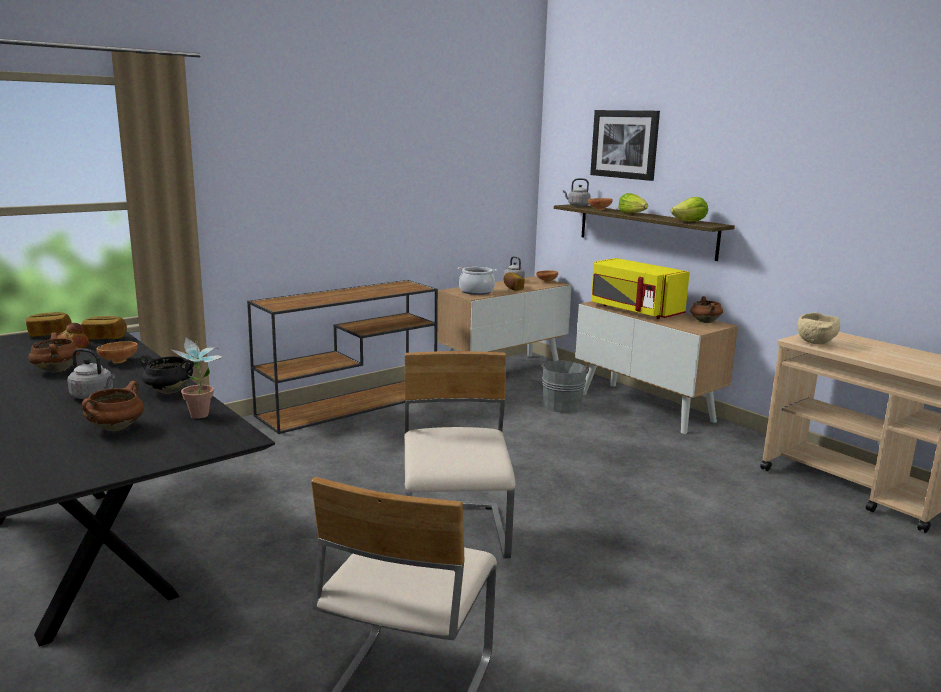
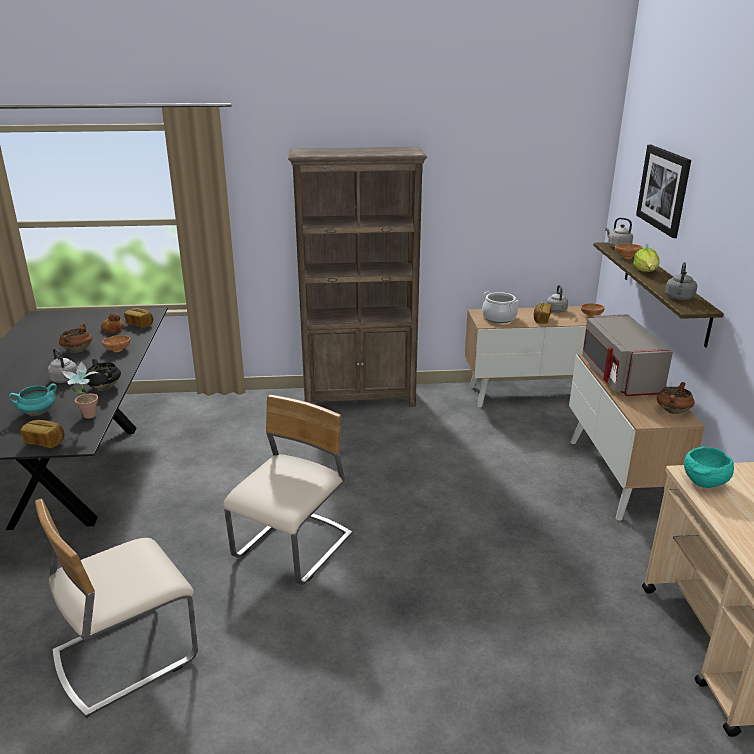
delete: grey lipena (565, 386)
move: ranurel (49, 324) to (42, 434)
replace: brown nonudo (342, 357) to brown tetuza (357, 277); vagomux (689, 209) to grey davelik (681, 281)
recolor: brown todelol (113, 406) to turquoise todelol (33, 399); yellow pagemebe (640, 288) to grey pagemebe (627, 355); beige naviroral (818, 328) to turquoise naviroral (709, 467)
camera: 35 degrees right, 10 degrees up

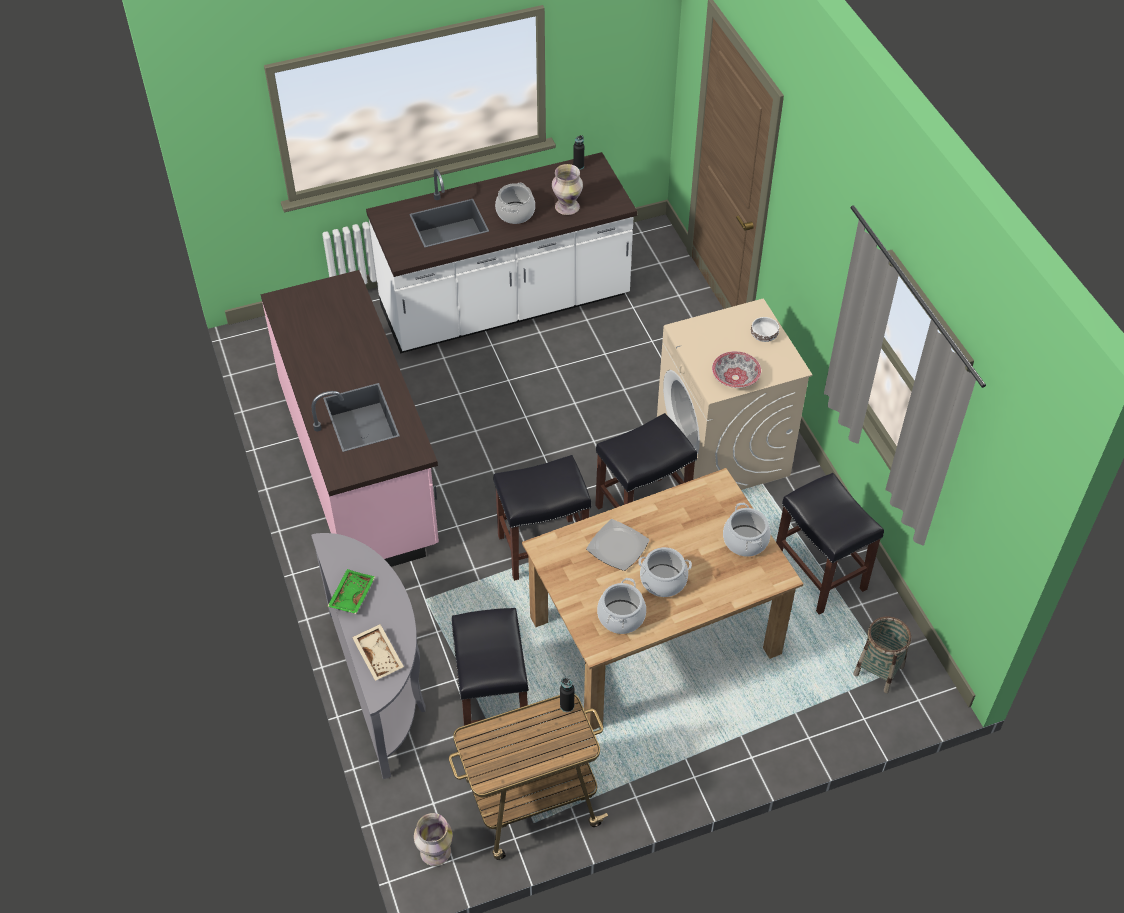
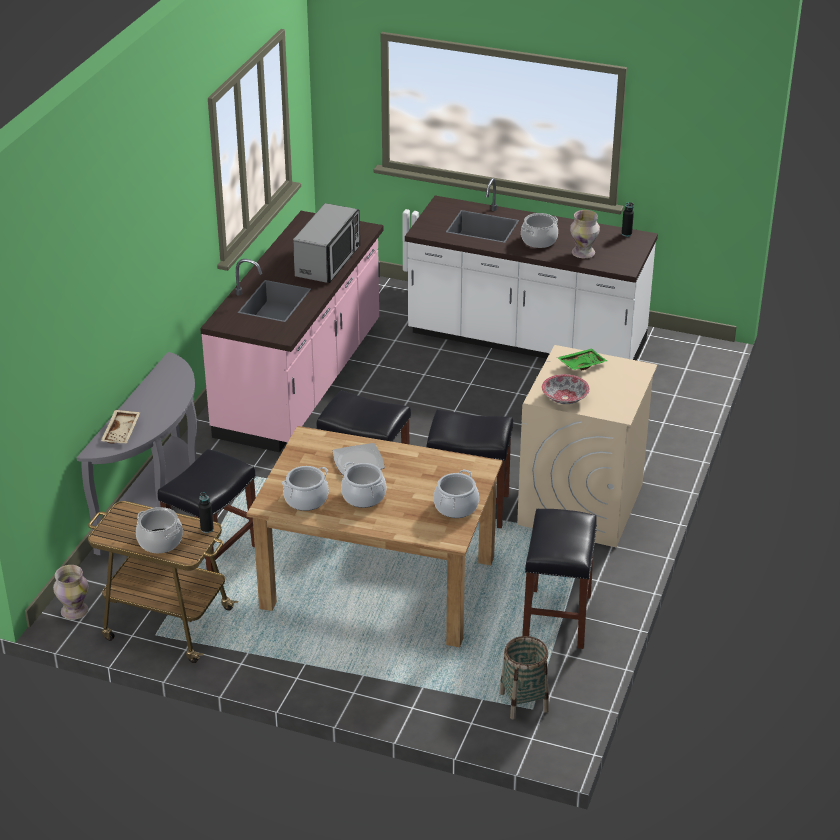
delete: white naviroral (765, 329)
insert: todelol (159, 530); pagemebe (326, 243)
move: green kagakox (351, 591) to (582, 359)
camera: 40 degrees right, 15 degrees down

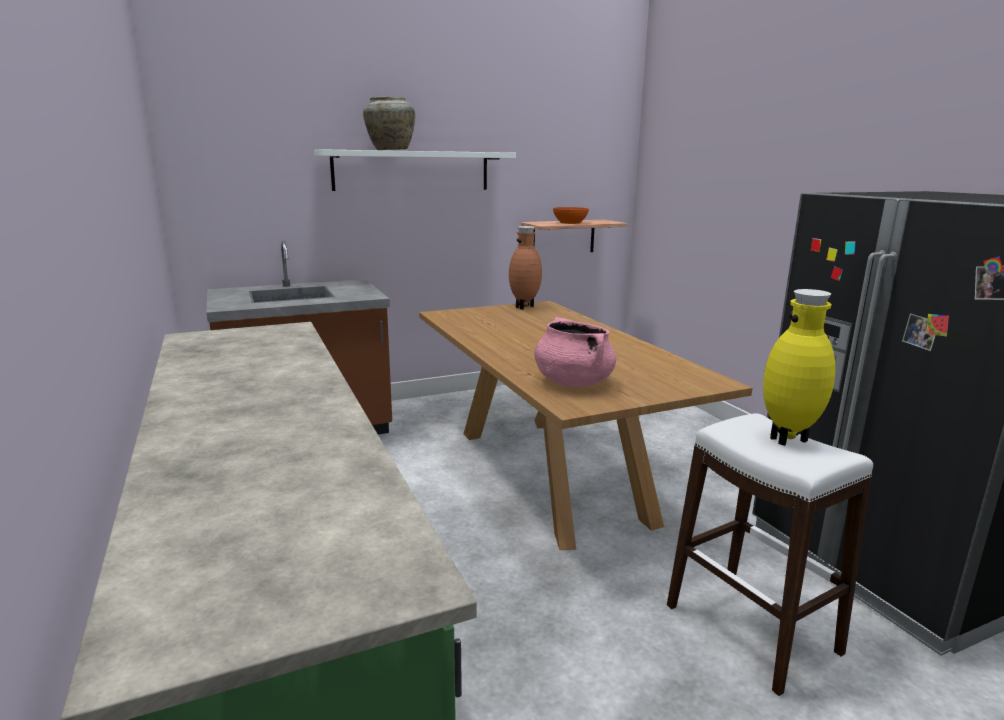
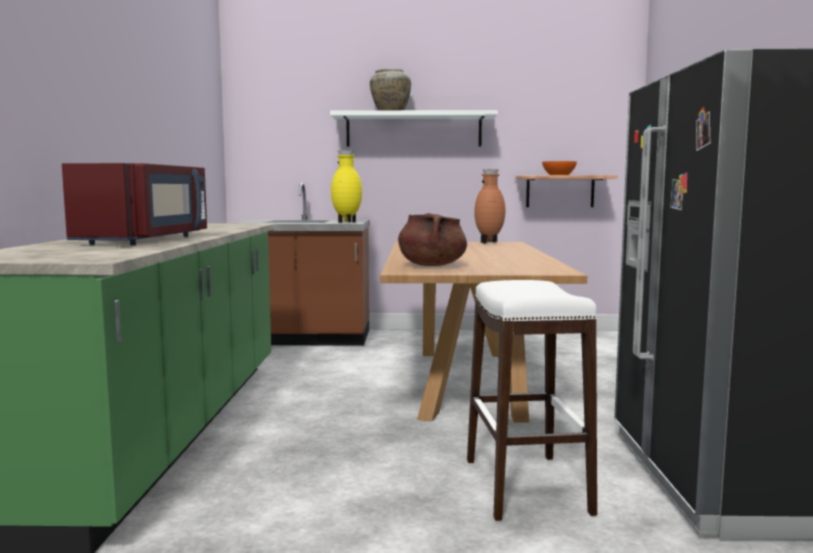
insert: red pagemebe (134, 204)
move: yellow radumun (799, 367) to (346, 186)
recolor: pink todelol (575, 352) to brown todelol (432, 239)
camera: 25 degrees right, 10 degrees down

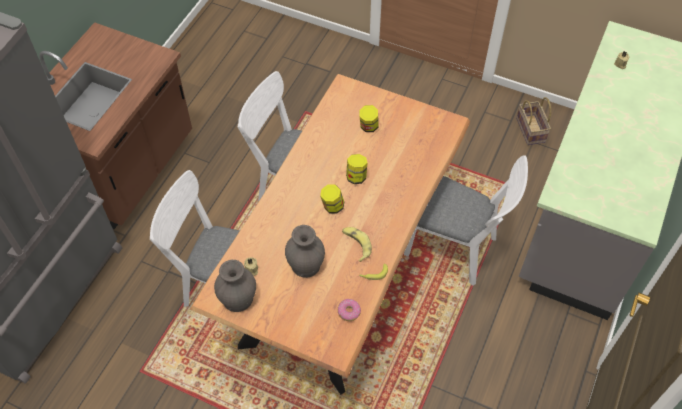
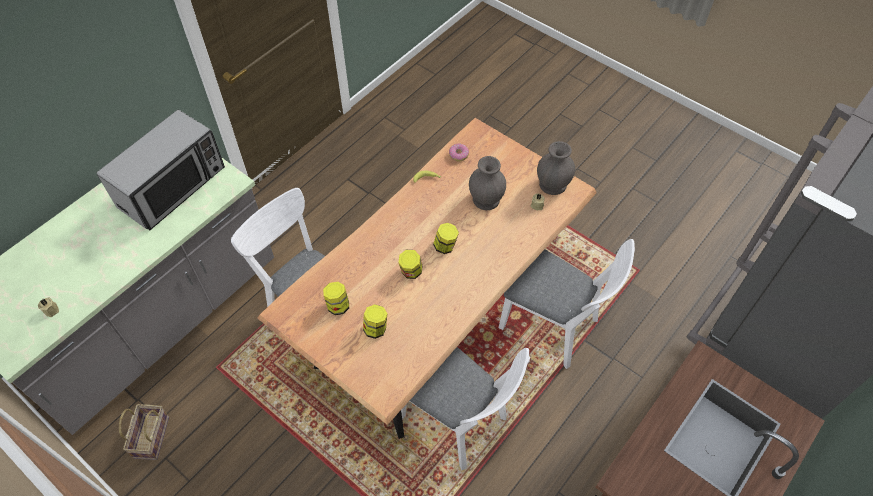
delete: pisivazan (357, 244)
insert: pagemebe (161, 170); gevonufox (336, 298)
camera: 165 degrees left, 0 degrees up

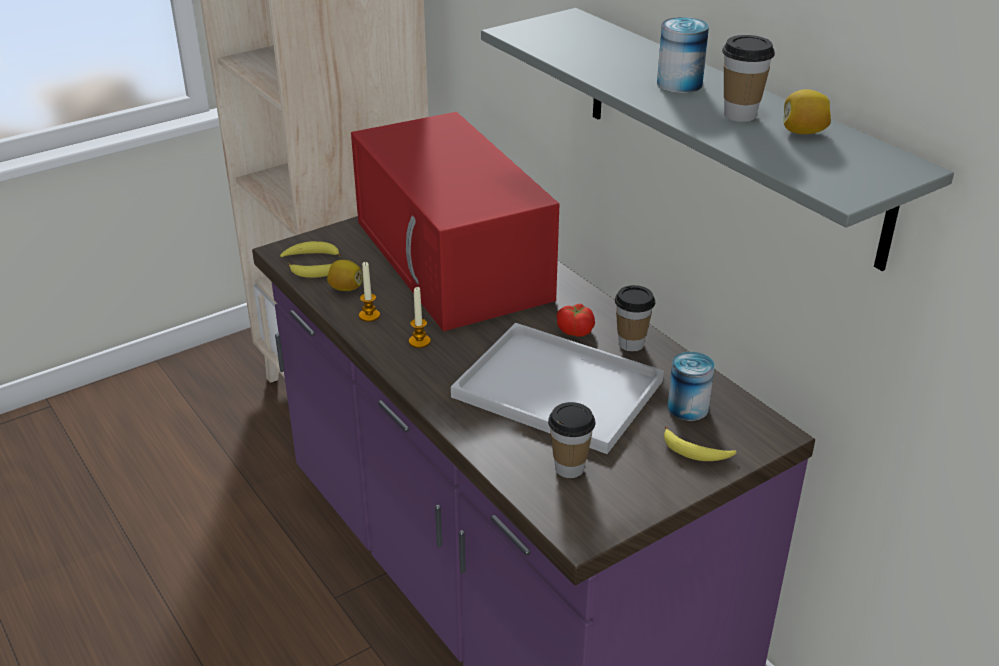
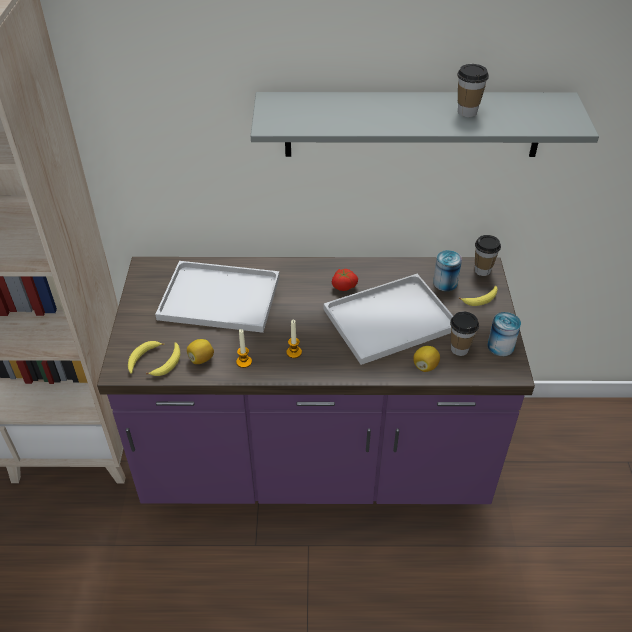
move: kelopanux (635, 318) to (488, 255); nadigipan (683, 55) to (504, 334); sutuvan (807, 111) to (426, 359)
replace: red pagemebe (455, 221) to white kagakox (217, 297)
camera: 55 degrees left, 10 degrees up

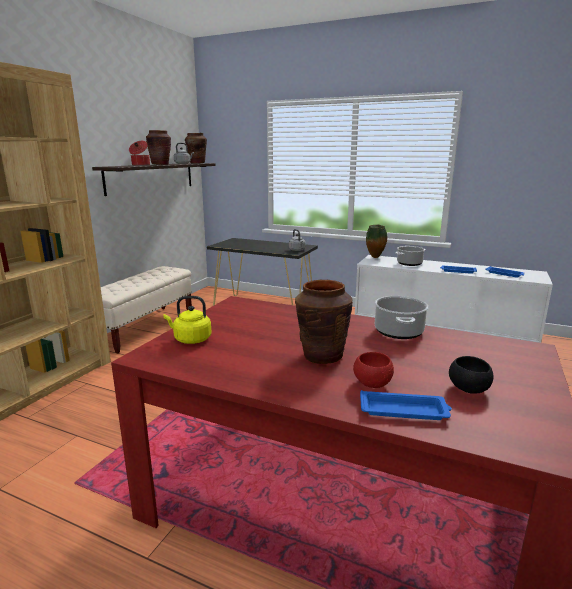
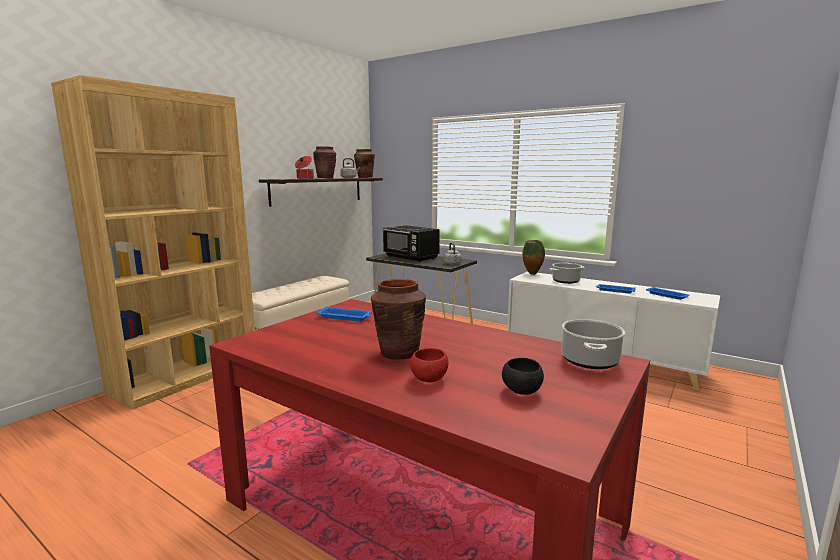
delete: yellow davelik (187, 320)
insert: black pagemebe (411, 243)
move: blue kagakox (406, 405) to (344, 313); todelol (402, 317) to (593, 344)
camera: 10 degrees right, 5 degrees down

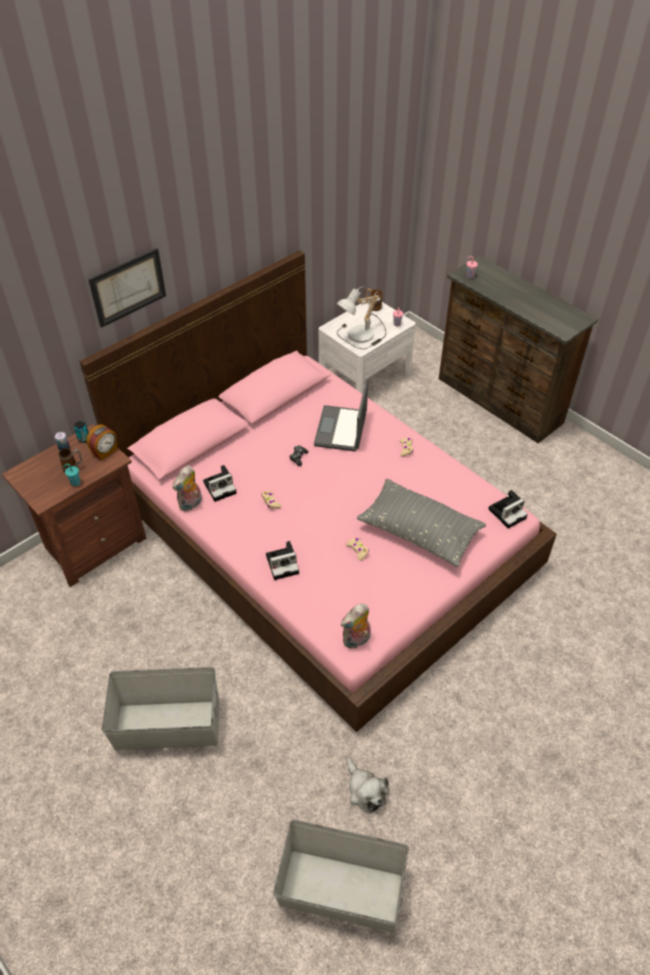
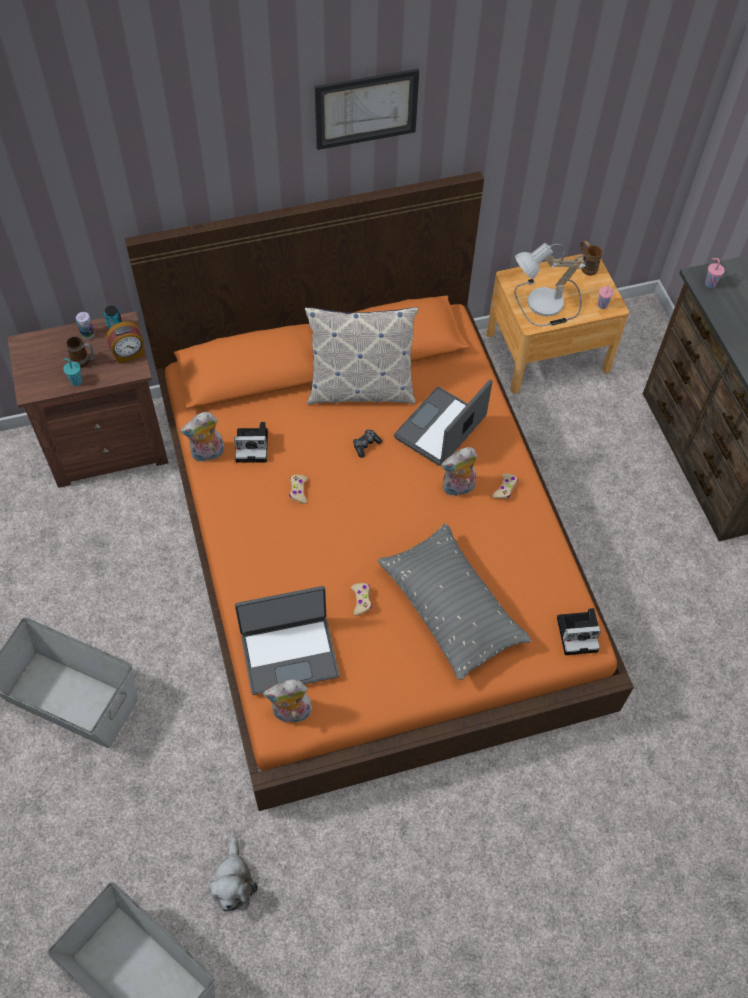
delete: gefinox (282, 560)
insert: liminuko (287, 640); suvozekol (361, 356); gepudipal (459, 472)
move: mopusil (127, 288) to (366, 109)
recolor: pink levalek (318, 491) to orange levalek (379, 491); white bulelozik (367, 348) to brown bulelozik (557, 324)
camera: 25 degrees right, 10 degrees up

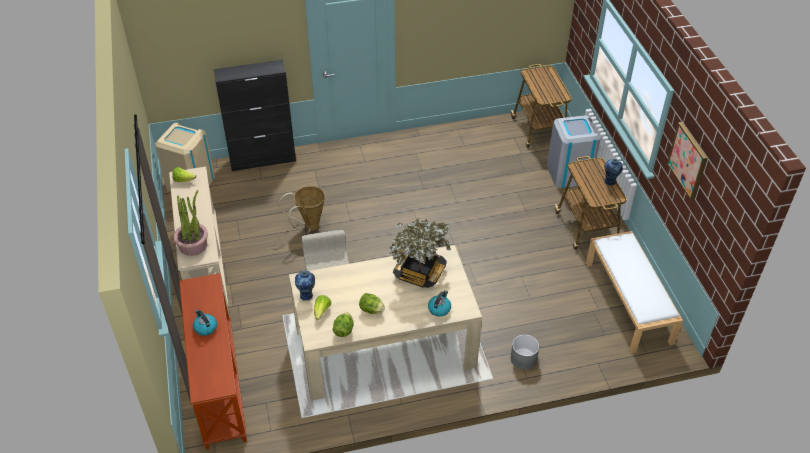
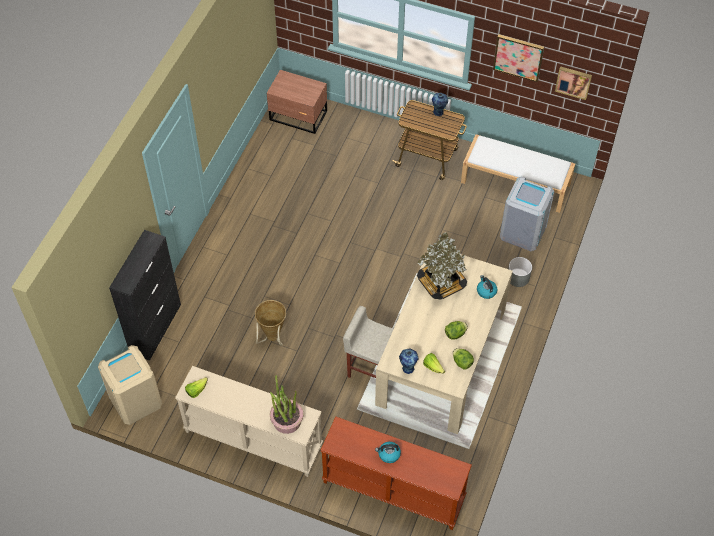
insert: mopusil (573, 83)
move: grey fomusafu (574, 151) to (527, 214)
replace: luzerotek (541, 105) to brown bulelozik (297, 102)
camera: 55 degrees left, 10 degrees up

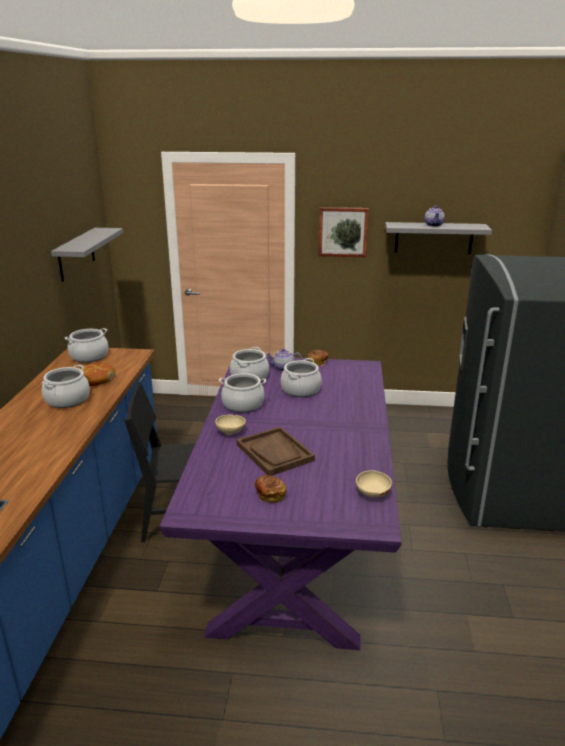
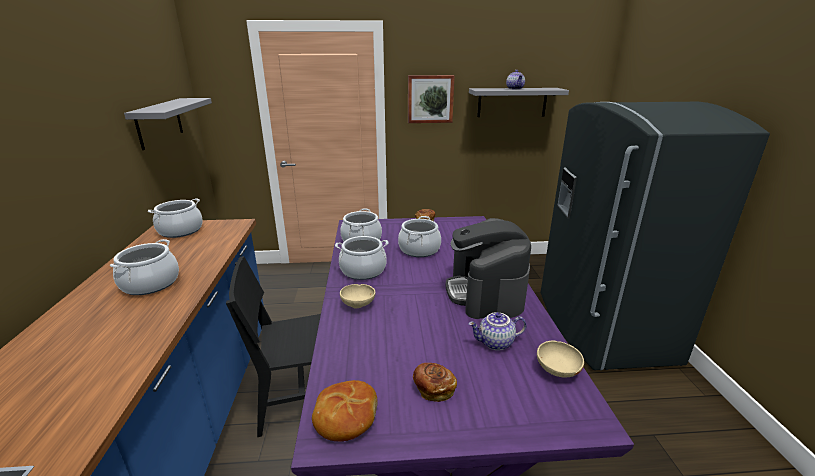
delete: brown kagakox (276, 451)
insert: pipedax (488, 268)
move: ranurel (98, 374) to (345, 410); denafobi (284, 359) to (497, 331)
camera: 10 degrees left, 0 degrees up

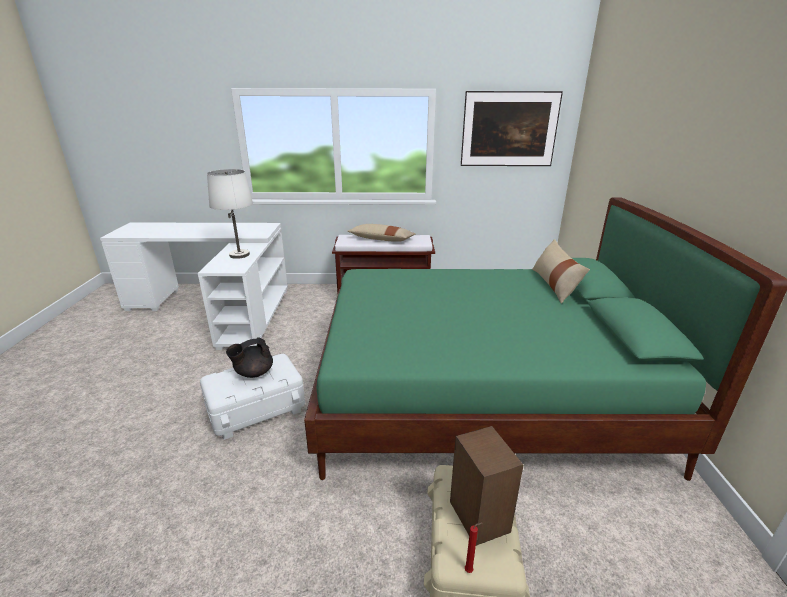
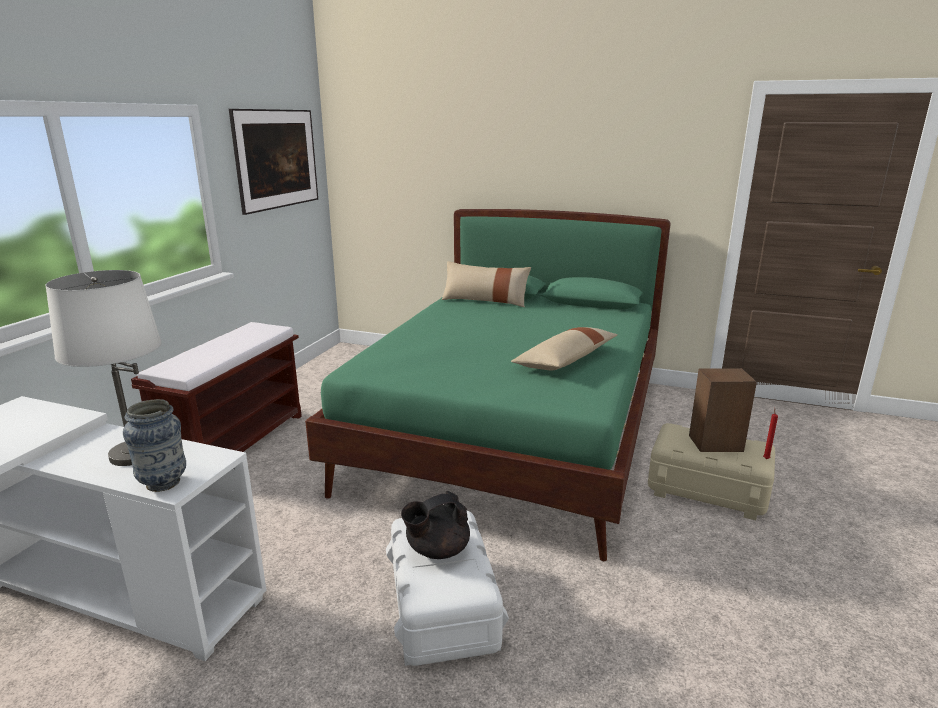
insert: radumun (154, 445)
move: beige suvozekol (381, 233) to (564, 349)
rotate: black denafobi (249, 357) = (435, 525) 75 degrees clockwise
camera: 70 degrees left, 5 degrees down

